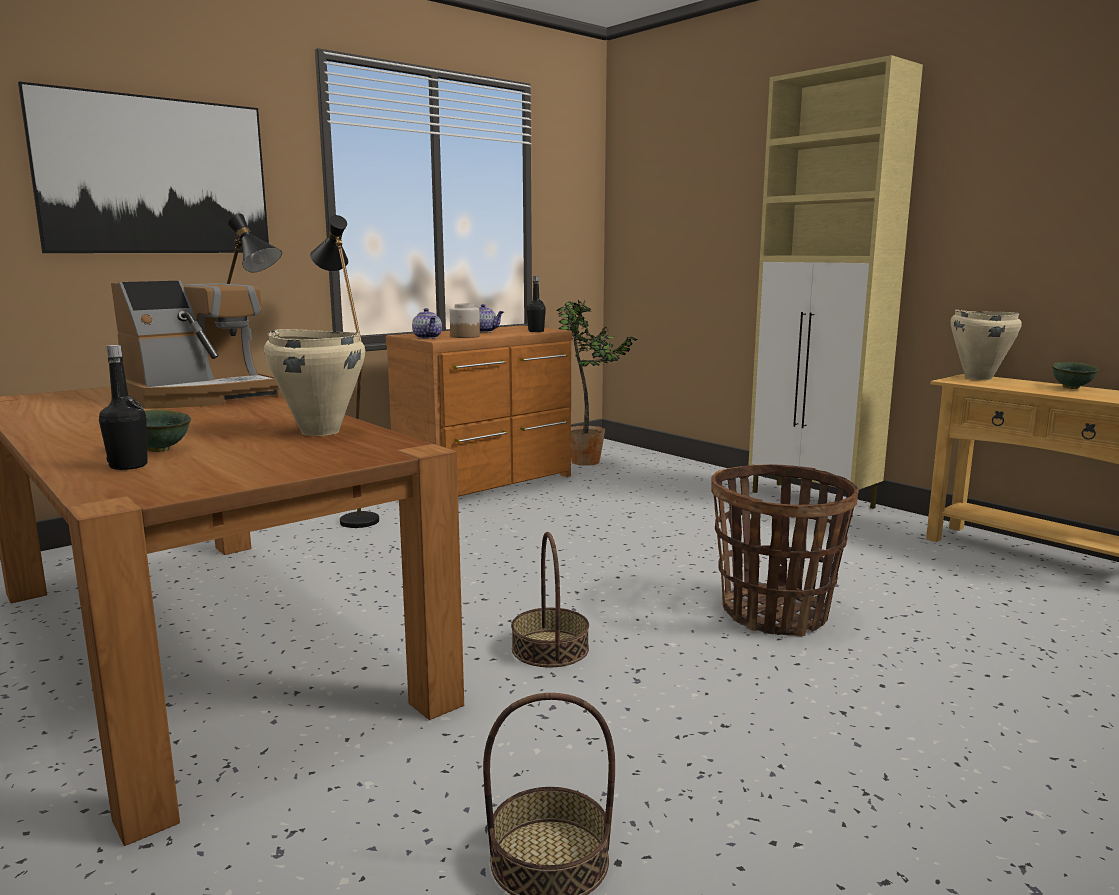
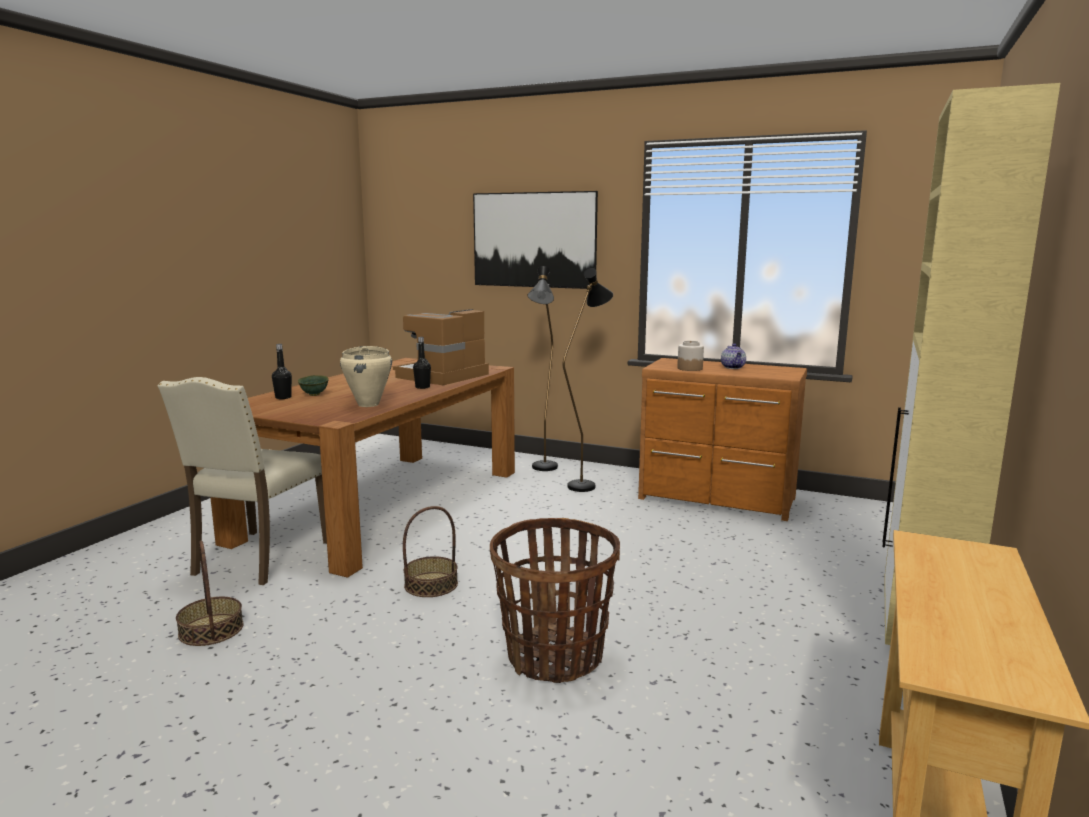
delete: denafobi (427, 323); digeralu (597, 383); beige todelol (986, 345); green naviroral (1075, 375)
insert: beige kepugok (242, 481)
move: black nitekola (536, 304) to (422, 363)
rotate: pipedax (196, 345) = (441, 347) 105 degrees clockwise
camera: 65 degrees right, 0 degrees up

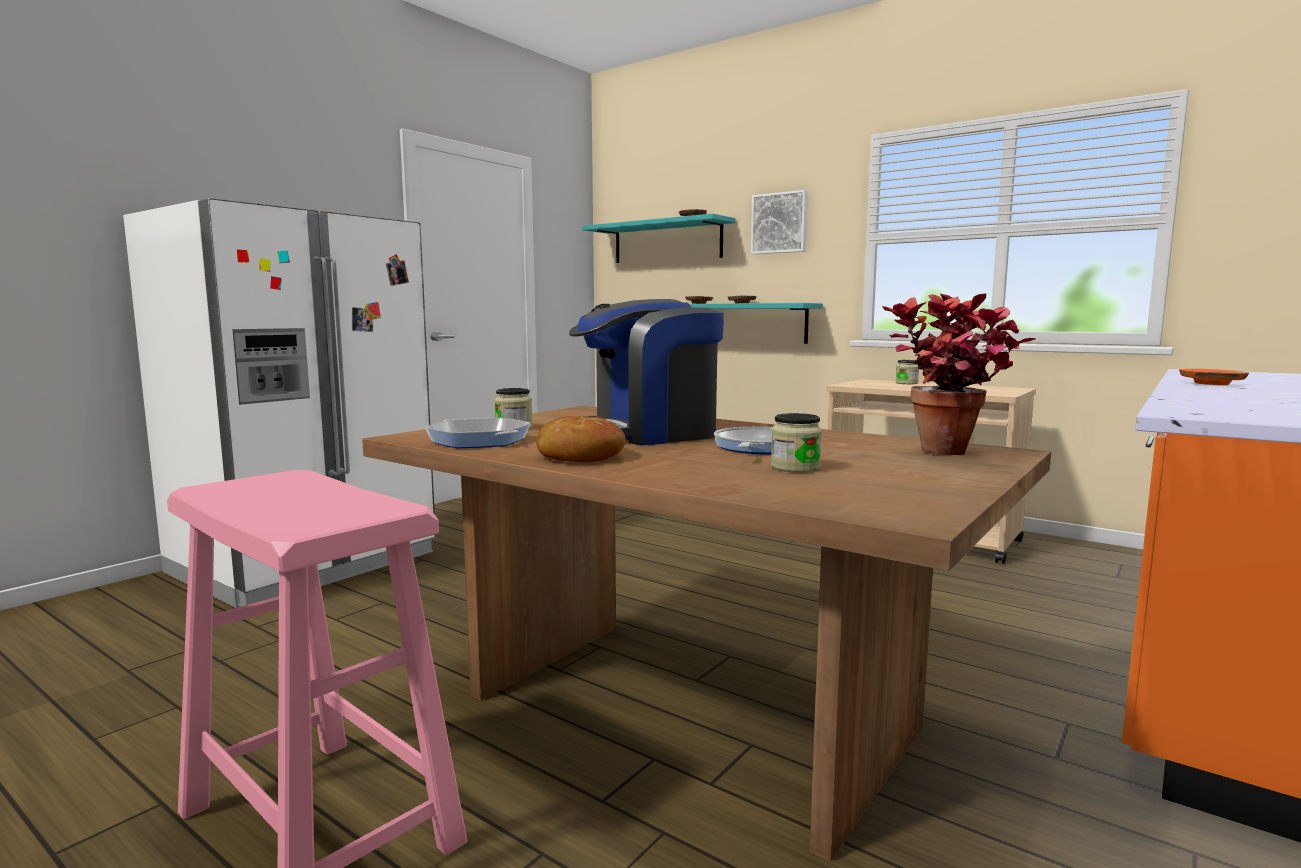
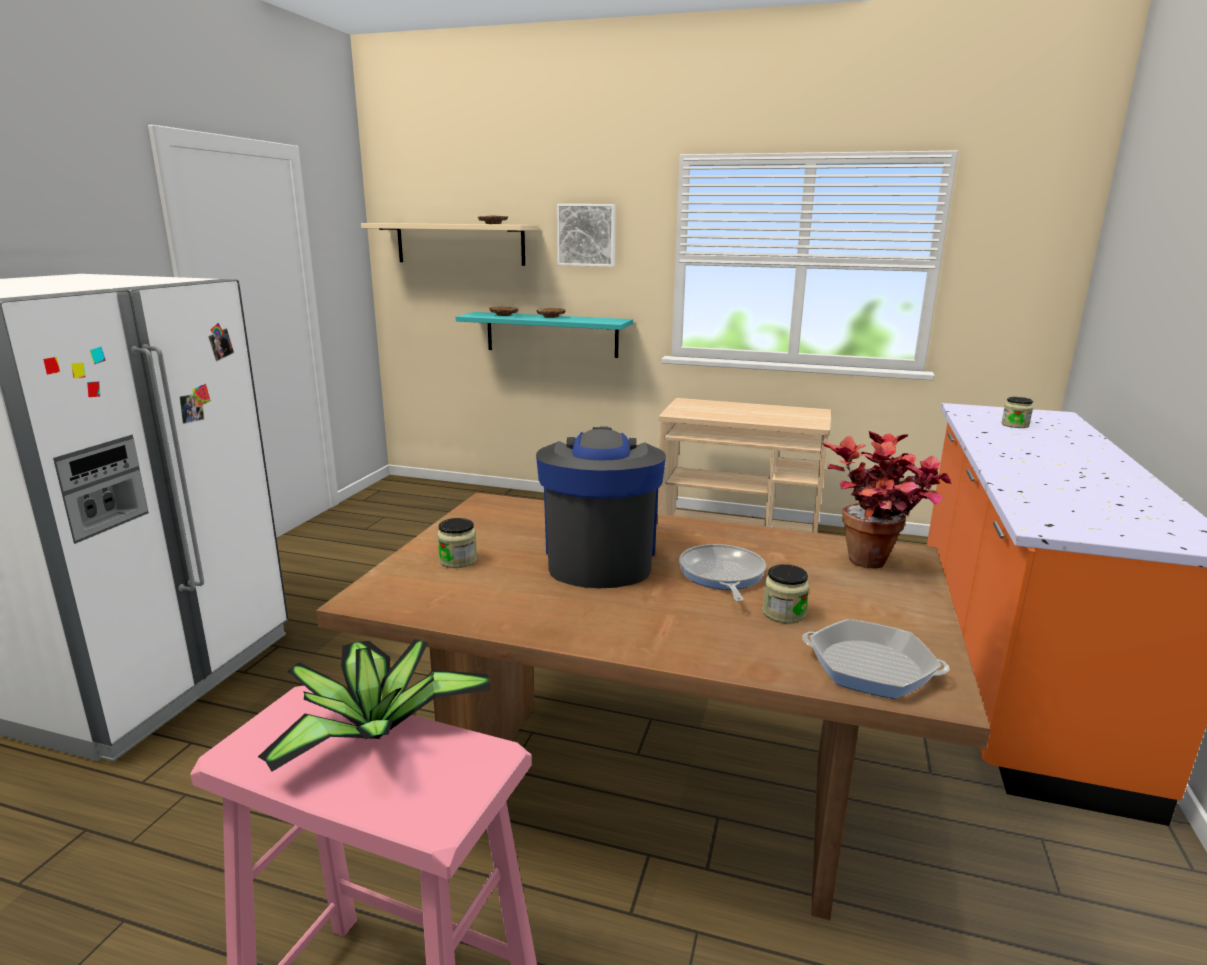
delete: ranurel (581, 439); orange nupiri (1214, 377)
insert: digeralu (374, 705)
move: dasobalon (477, 433) to (876, 659); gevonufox (907, 372) to (1017, 412)
recolor: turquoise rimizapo (659, 238) to beige rimizapo (449, 244)
rotate: pipedax (646, 372) = (601, 507) 135 degrees clockwise
camera: 20 degrees left, 10 degrees up

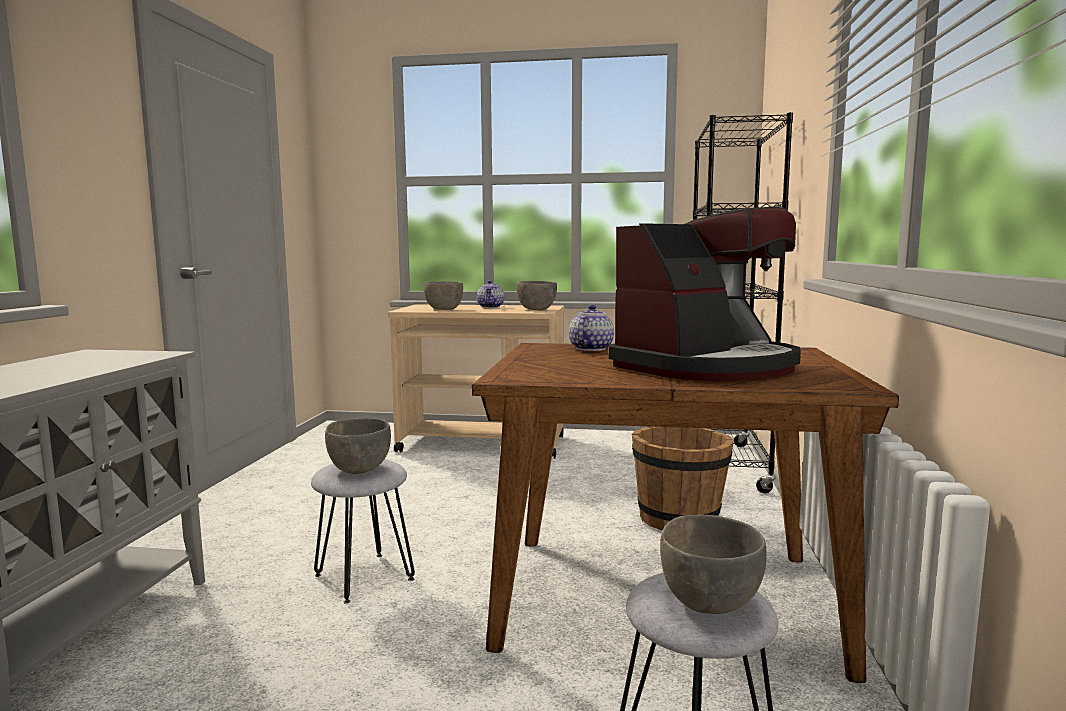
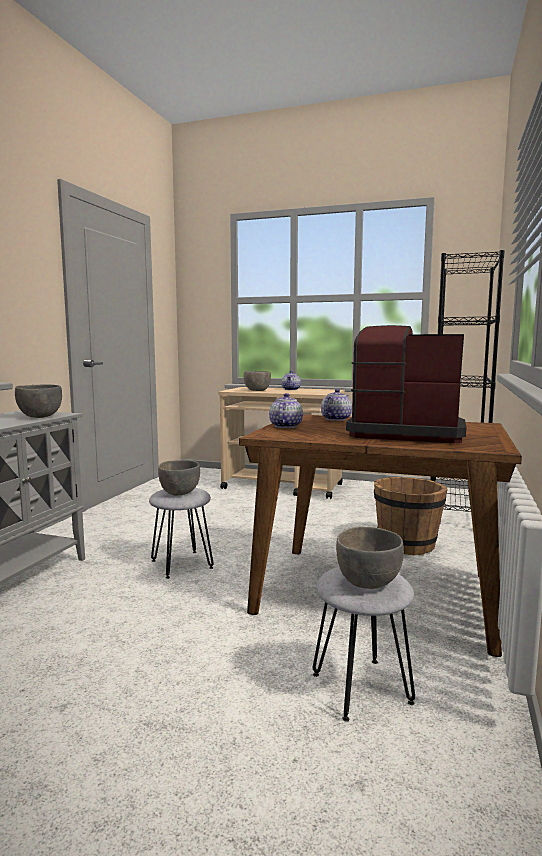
insert: denafobi (286, 410)
move: grey naviroral (536, 296) to (38, 401)
rotate: pipedax (705, 294) = (406, 384) 135 degrees counterclockwise
camera: 10 degrees right, 0 degrees up

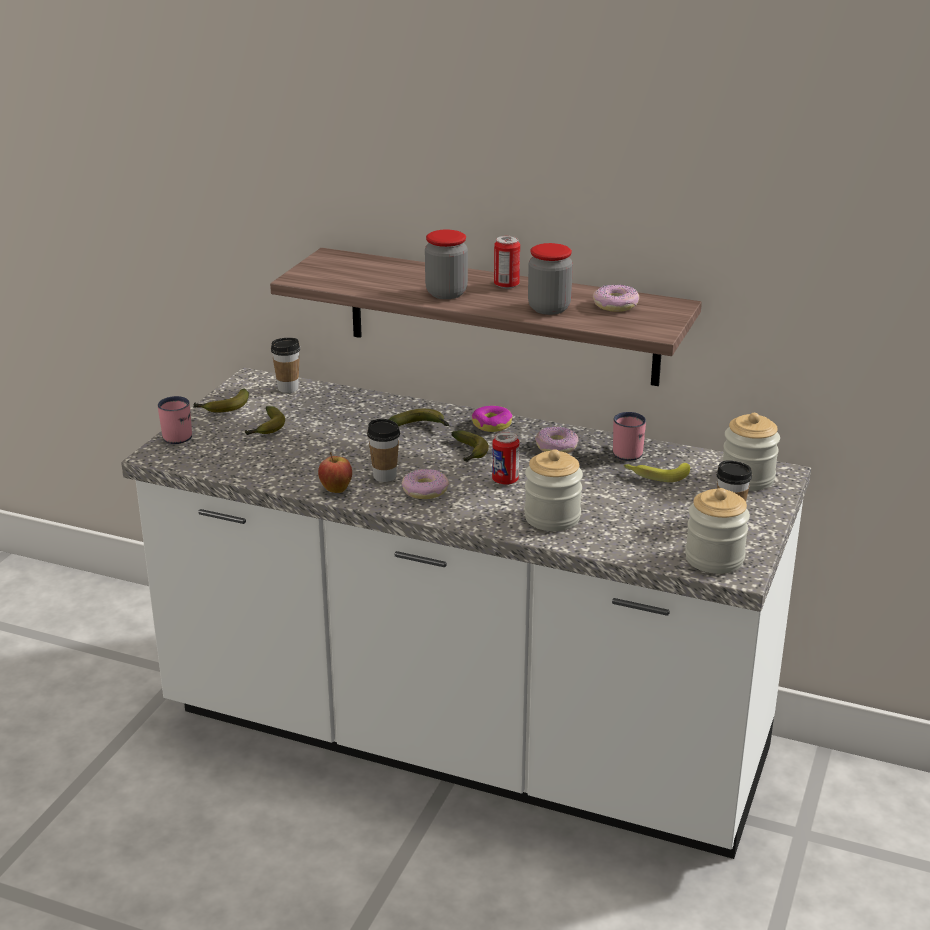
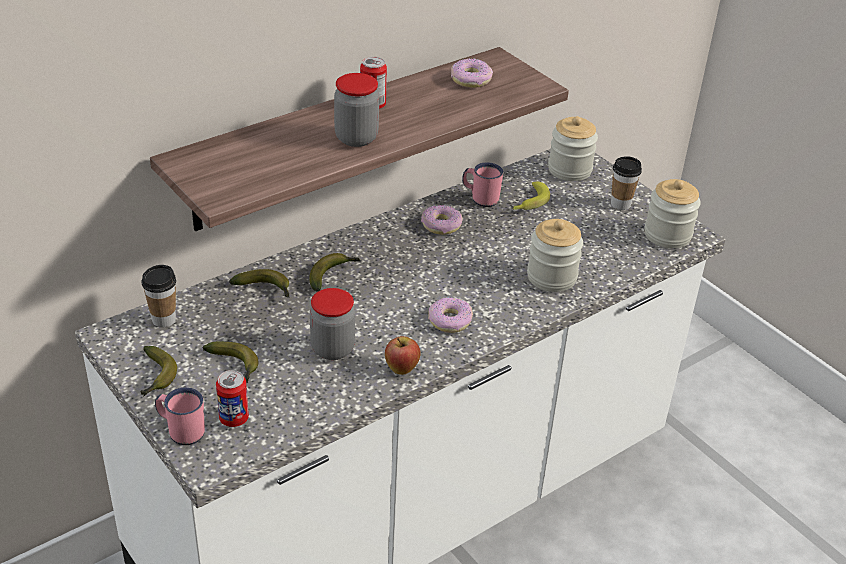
delete: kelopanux (383, 450); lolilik (492, 419)
move: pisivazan (470, 446) to (259, 283); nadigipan (505, 458) to (232, 398); gevonufox (550, 279) to (332, 324)
camera: 60 degrees left, 10 degrees up

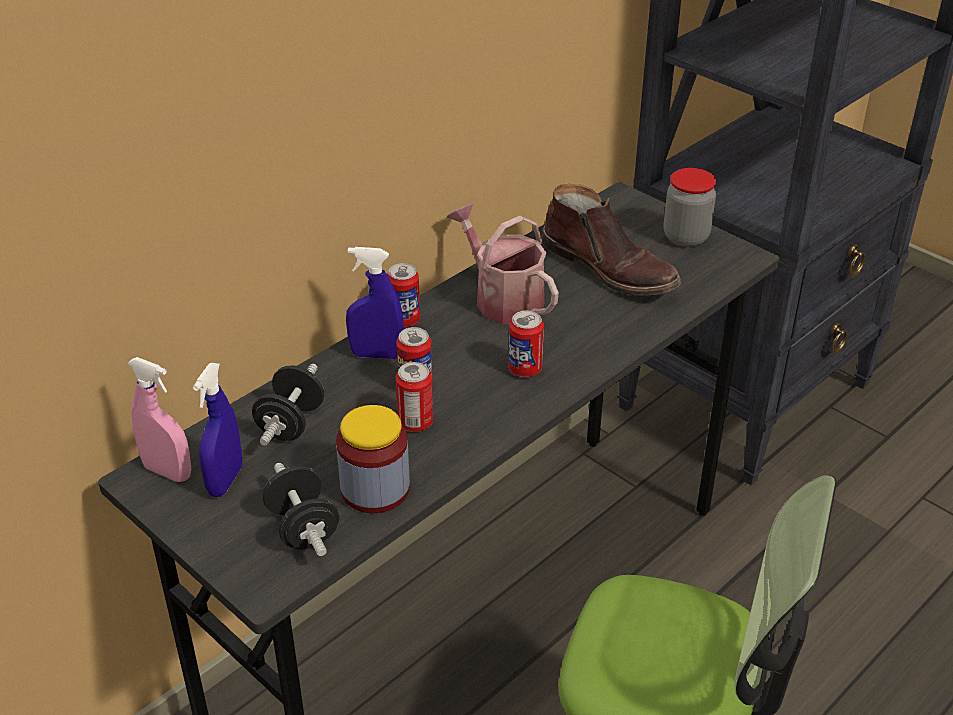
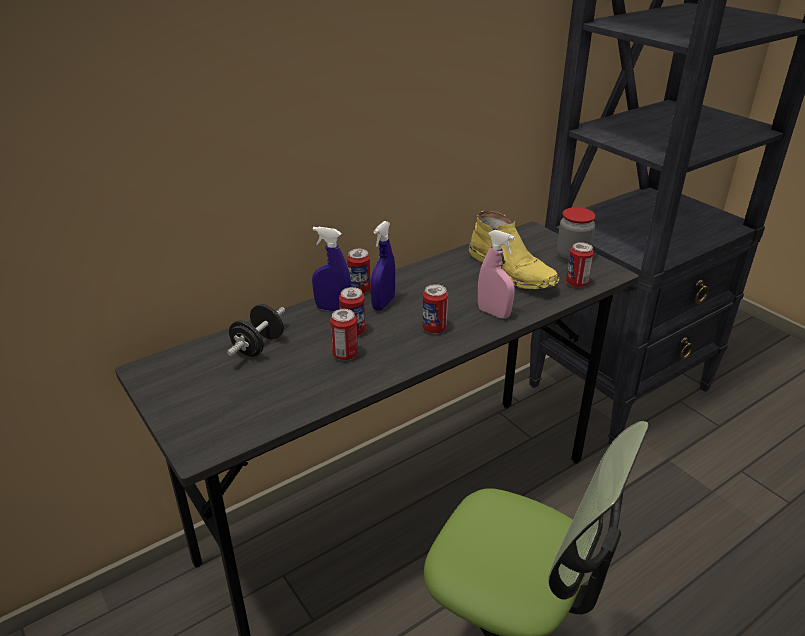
delete: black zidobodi (301, 509); gevonufox (373, 459); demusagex (503, 263)
insert: nadigipan (580, 264)
move: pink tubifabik (159, 419) to (496, 274); blue tubifabik (217, 430) to (383, 266)
recolor: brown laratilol (611, 240) to yellow laratilol (514, 250)
camera: 10 degrees right, 5 degrees down

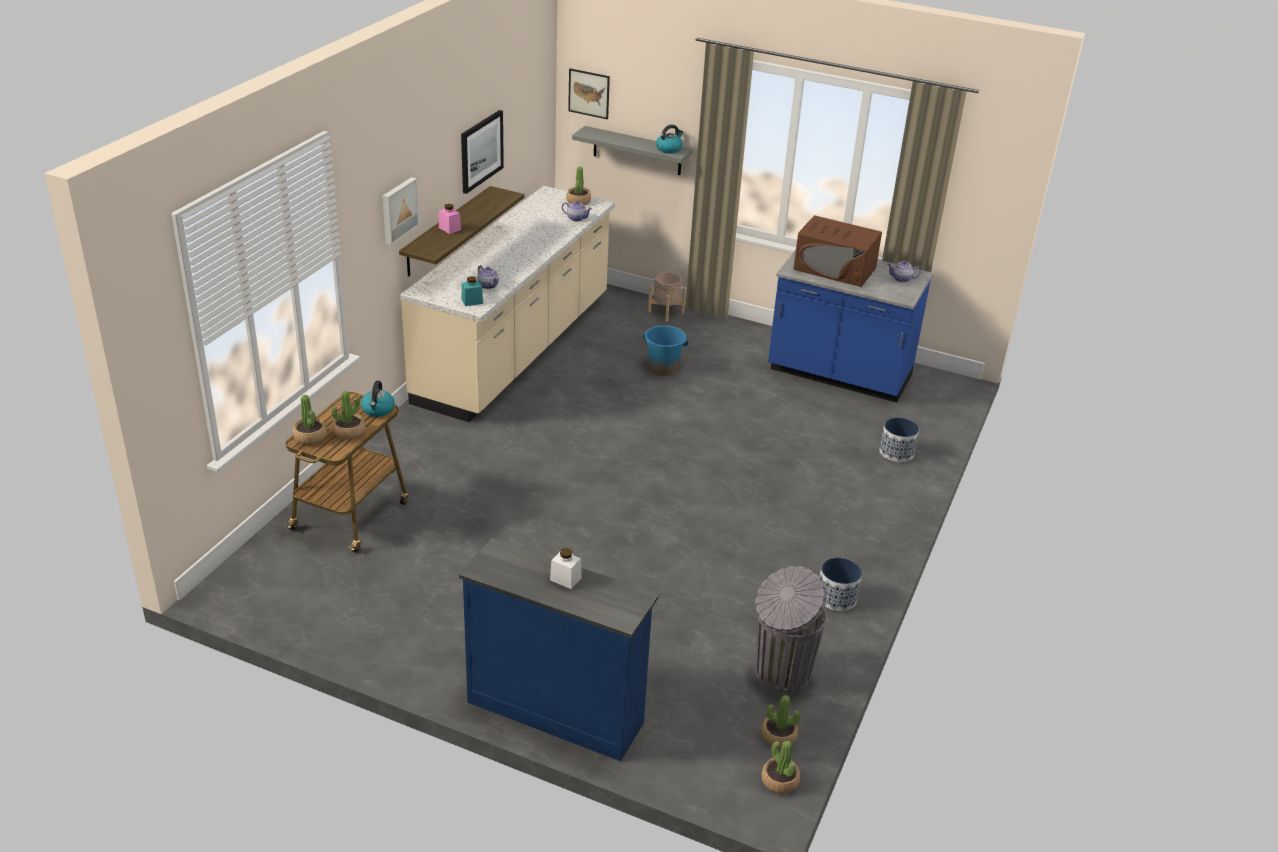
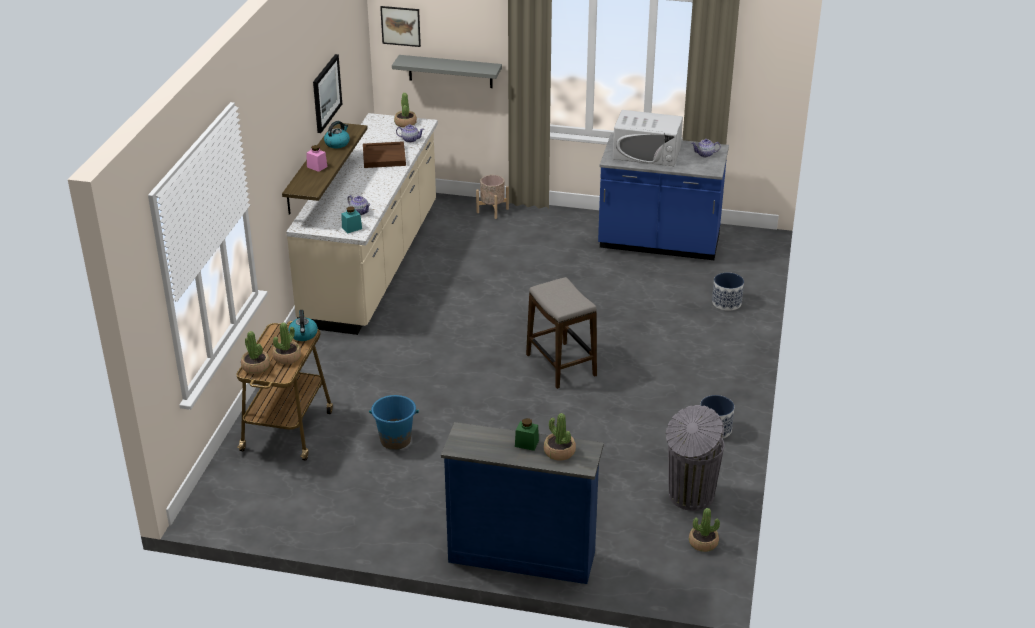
delete: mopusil (400, 211)
insert: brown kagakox (384, 154); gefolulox (561, 333)
move: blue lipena (665, 350) to (394, 422); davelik (669, 139) to (337, 134); digeralu (780, 767) to (560, 437)
recolor: white gevonufox (566, 568) to green gevonufox (527, 434); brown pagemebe (837, 251) to white pagemebe (648, 138)
camera: 10 degrees left, 0 degrees up

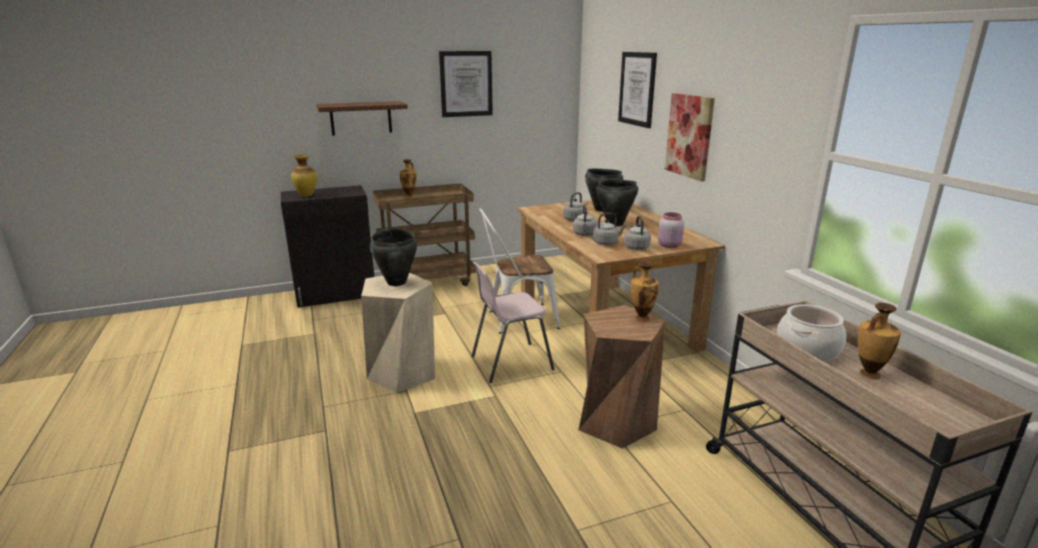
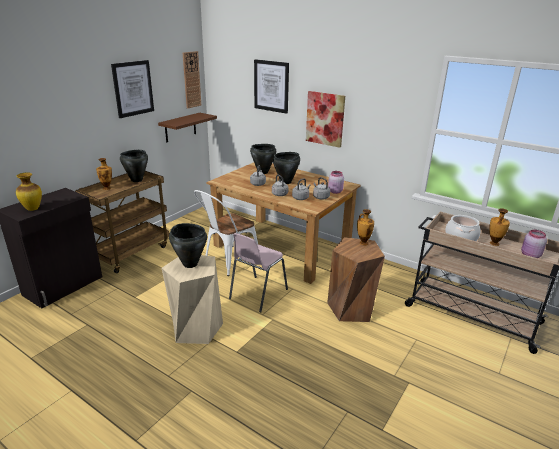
insert: black todelol (134, 166); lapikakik (192, 80); pink gevonufox (534, 244)
move: brown rimizapo (362, 118) to (187, 127)
camera: 35 degrees left, 5 degrees up

